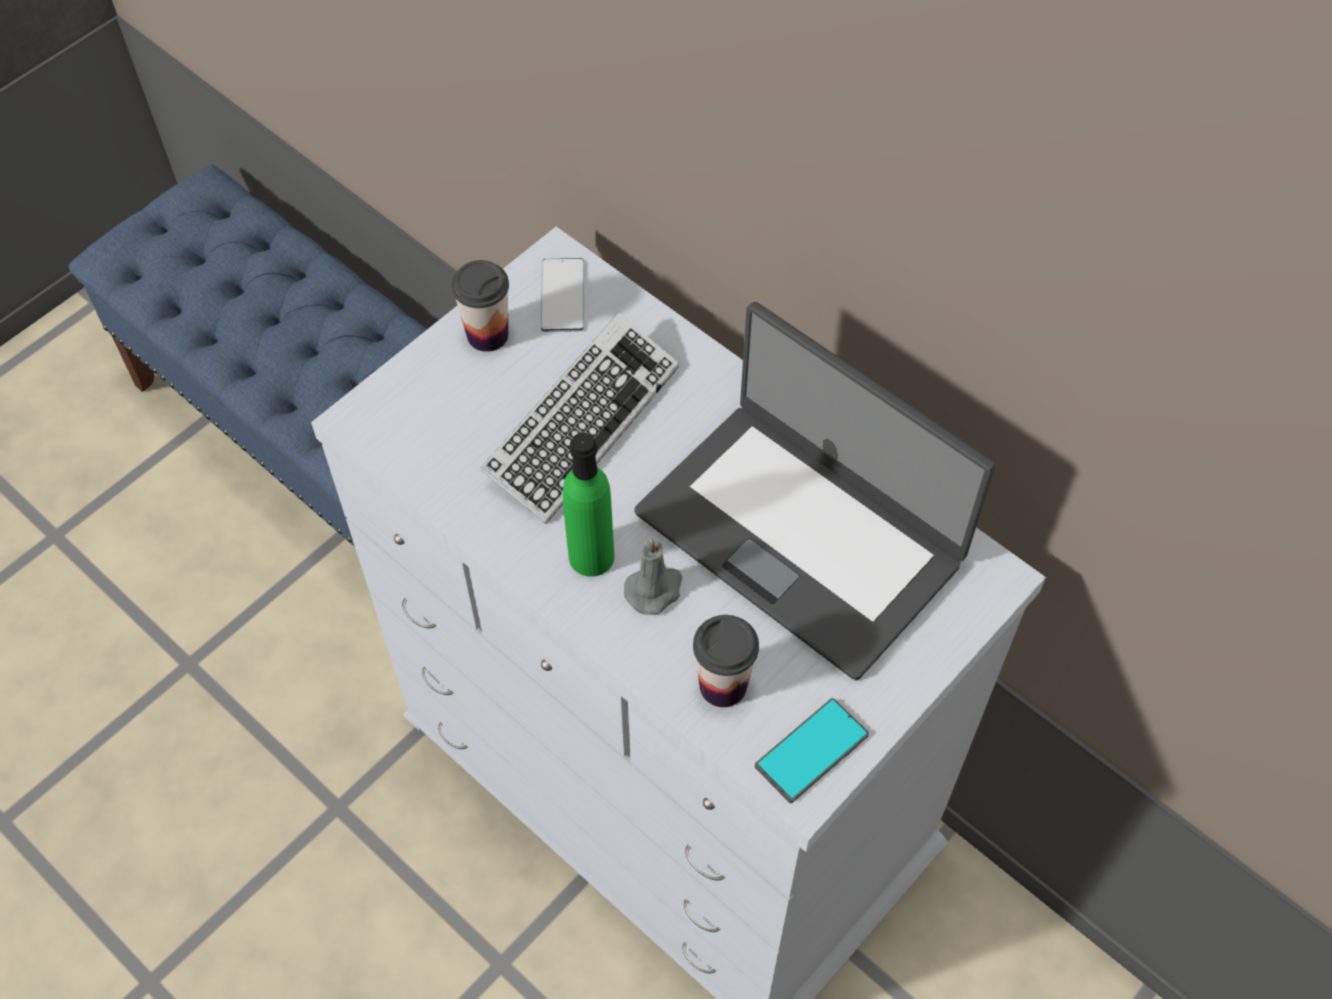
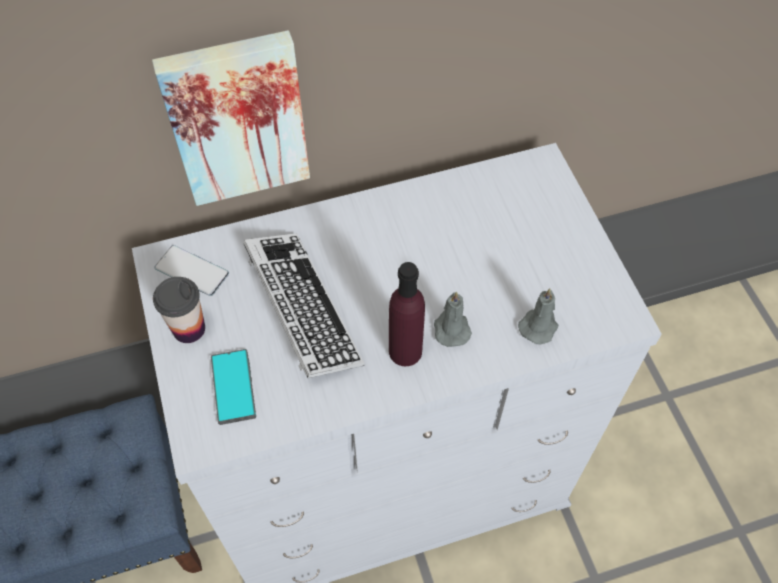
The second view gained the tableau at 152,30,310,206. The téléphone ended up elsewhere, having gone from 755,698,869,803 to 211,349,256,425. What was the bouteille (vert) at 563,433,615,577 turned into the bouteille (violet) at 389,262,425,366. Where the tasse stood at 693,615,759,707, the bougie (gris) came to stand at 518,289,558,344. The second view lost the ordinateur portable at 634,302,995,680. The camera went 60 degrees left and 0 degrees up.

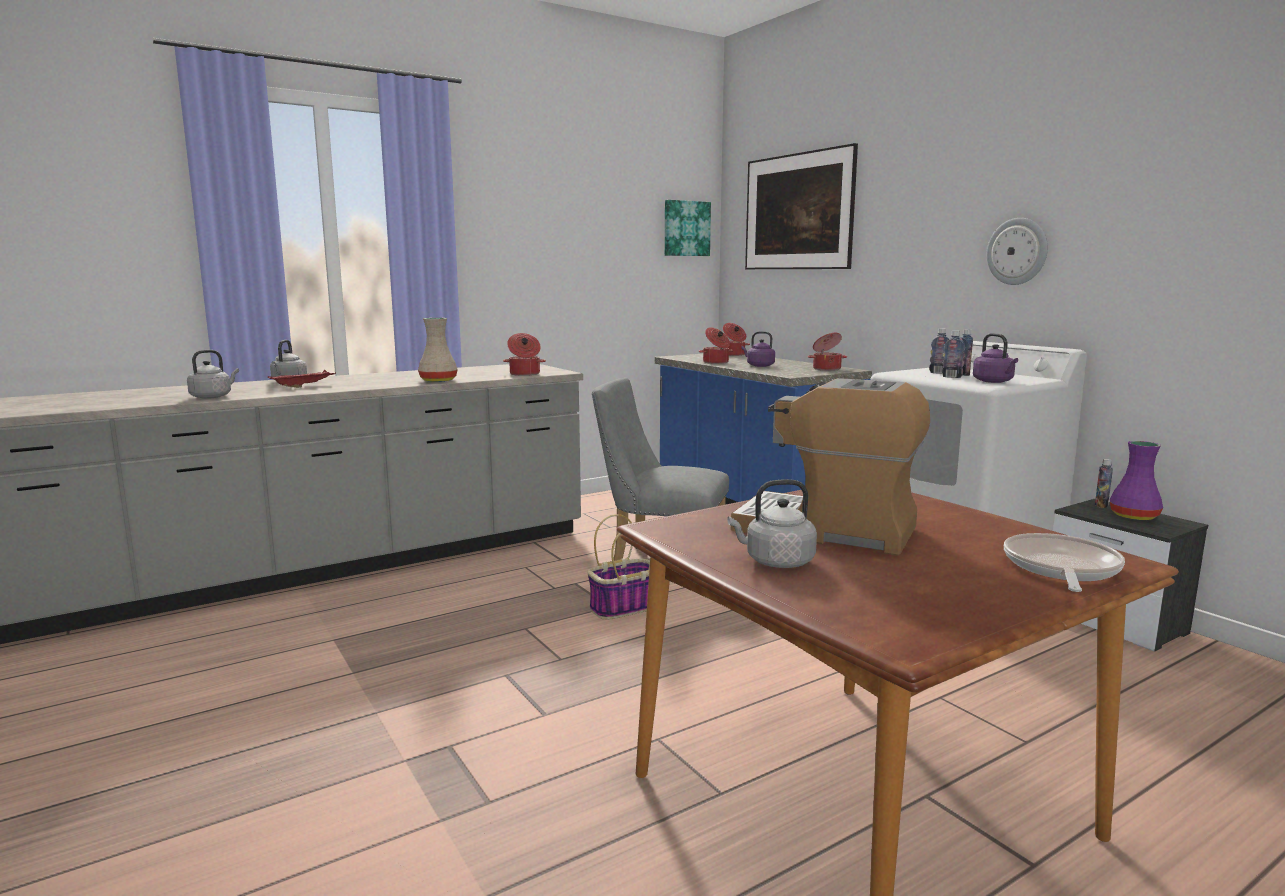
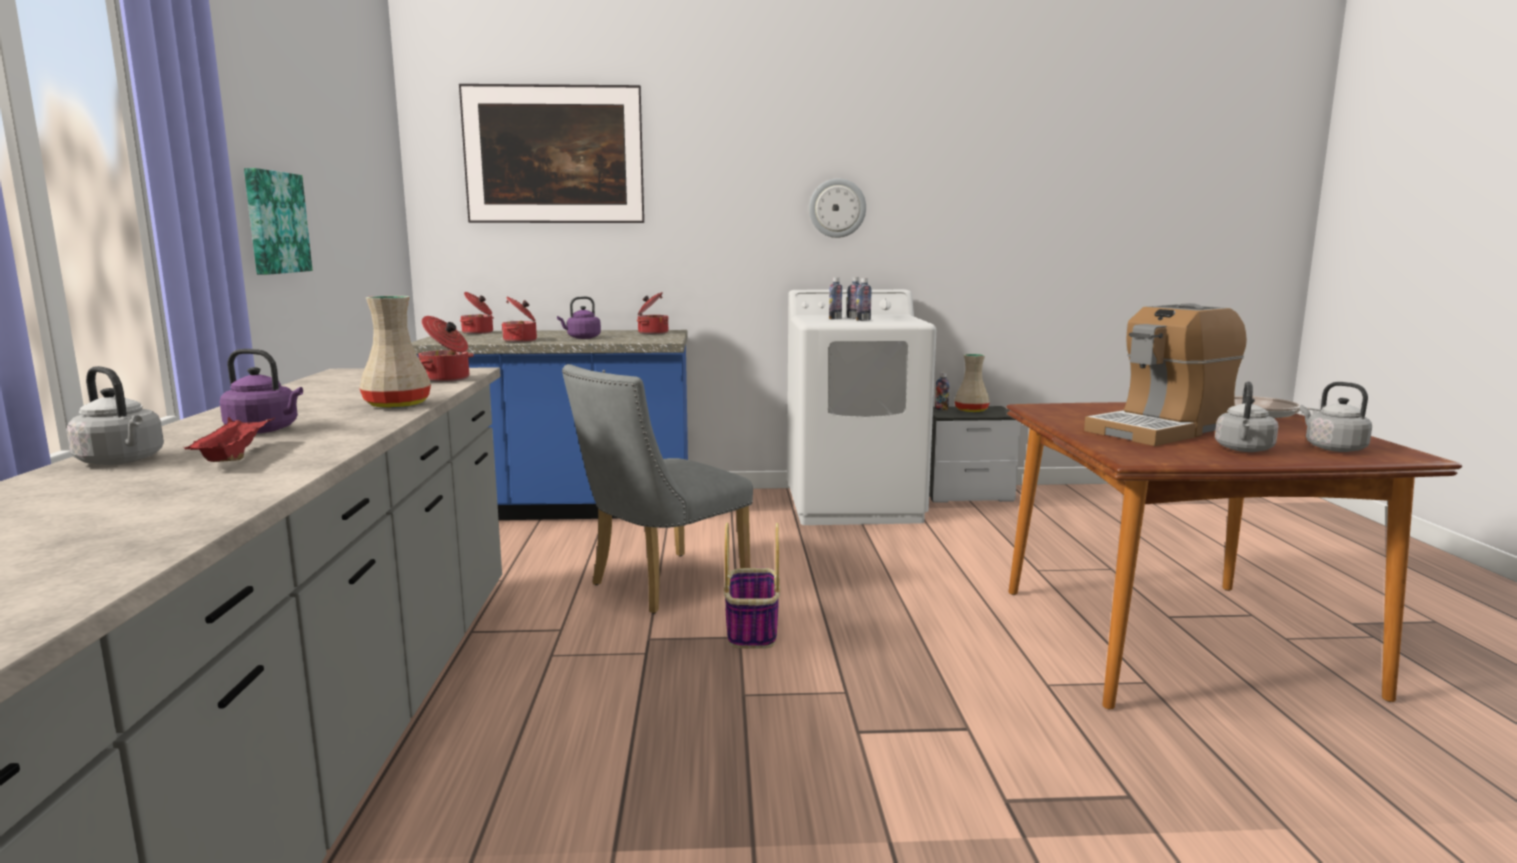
The bouilloire (violet) ended up elsewhere, having gone from 973,333,1018,383 to 220,349,303,433. The tableau ended up elsewhere, having gone from 665,200,711,256 to 244,168,313,275. What was the vase (violet) at 1109,441,1163,520 turned into the vase (beige) at 954,354,990,412. The bouilloire (gris) ended up elsewhere, having gone from 187,350,239,399 to 1299,382,1372,452. The camera went 60 degrees left and 0 degrees up.

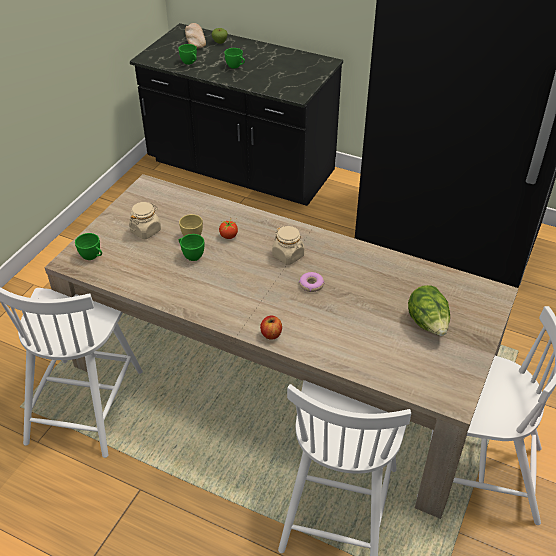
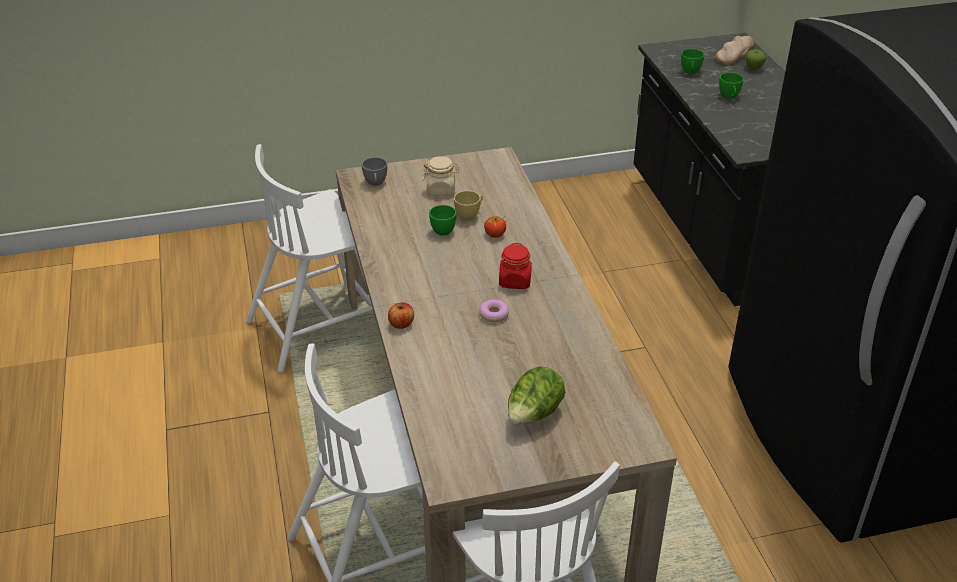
What was the tasse (vert) at 75,233,102,260 turned into the tasse (gris) at 362,157,387,186. What was the bocal (beige) at 272,226,304,265 turned into the bocal (rouge) at 499,243,532,289. The camera went 50 degrees right and 5 degrees down.

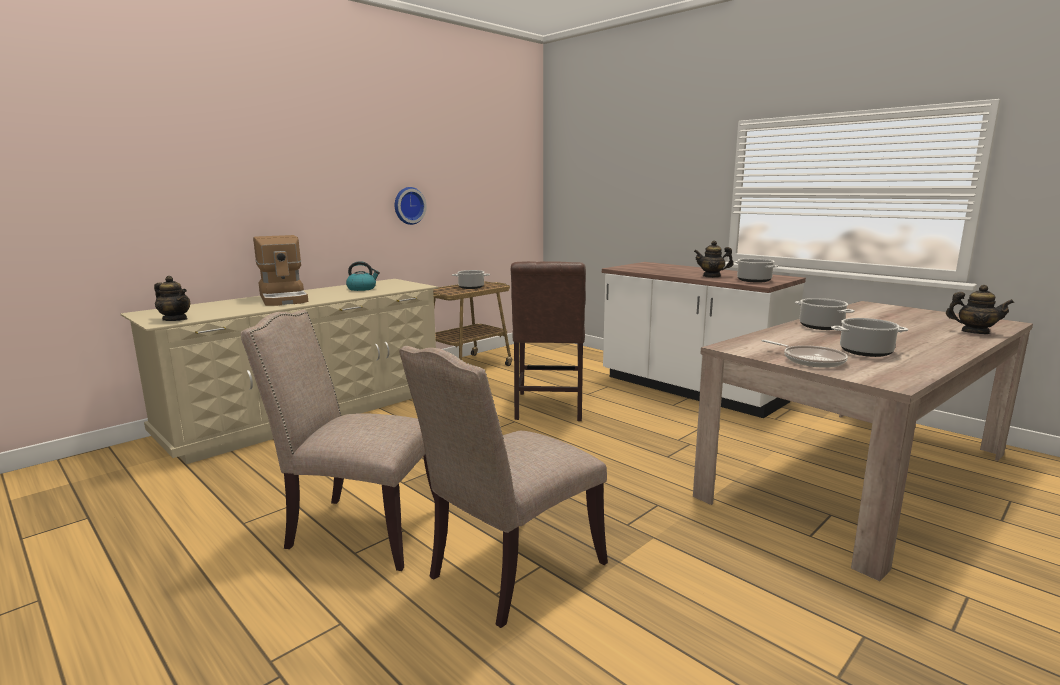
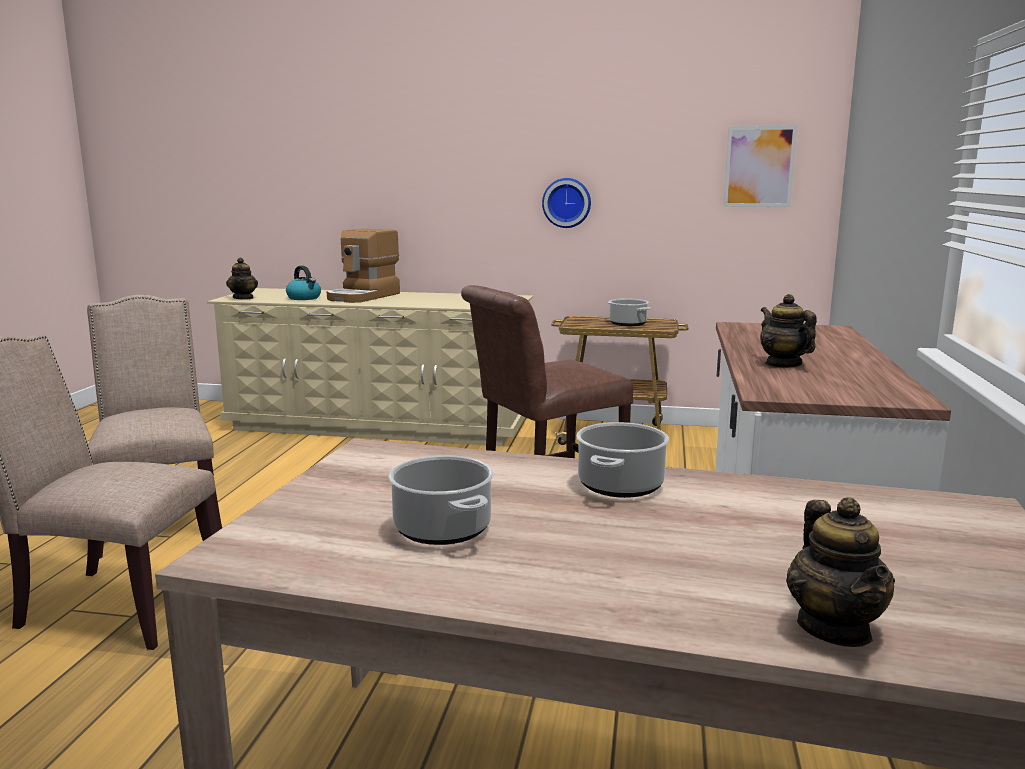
The bouilloire ended up elsewhere, having gone from 346,261,380,291 to 286,266,321,300. The second view gained the tableau at 723,126,797,207. The second view lost the marmite at 735,258,778,282. The second view lost the poêle at 762,340,848,368. The camera went 55 degrees right and 0 degrees up.

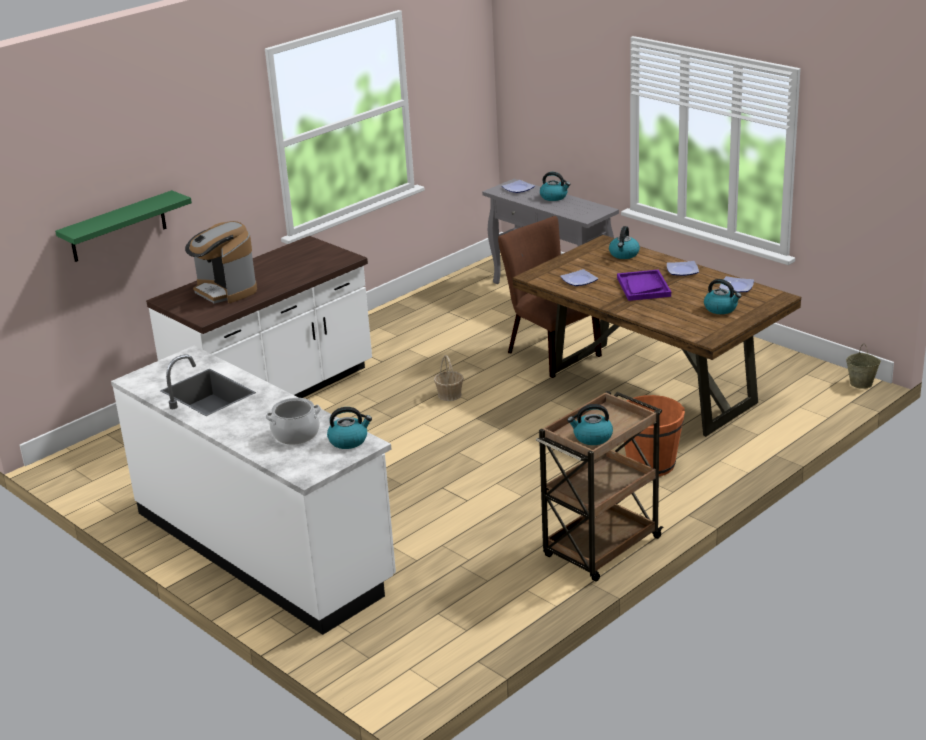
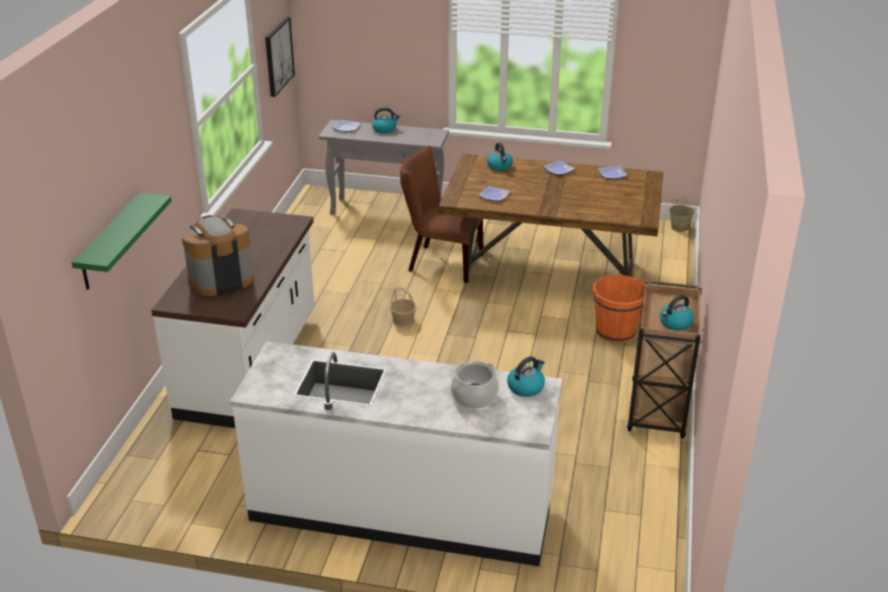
The machine à café at 185,221,257,304 ended up facing another way, 135 degrees clockwise from before. The second view gained the tableau at 265,17,295,97. The second view lost the plateau (violet) at 617,269,671,301. The second view lost the bouilloire at 704,279,742,314. The camera went 35 degrees left and 5 degrees up.

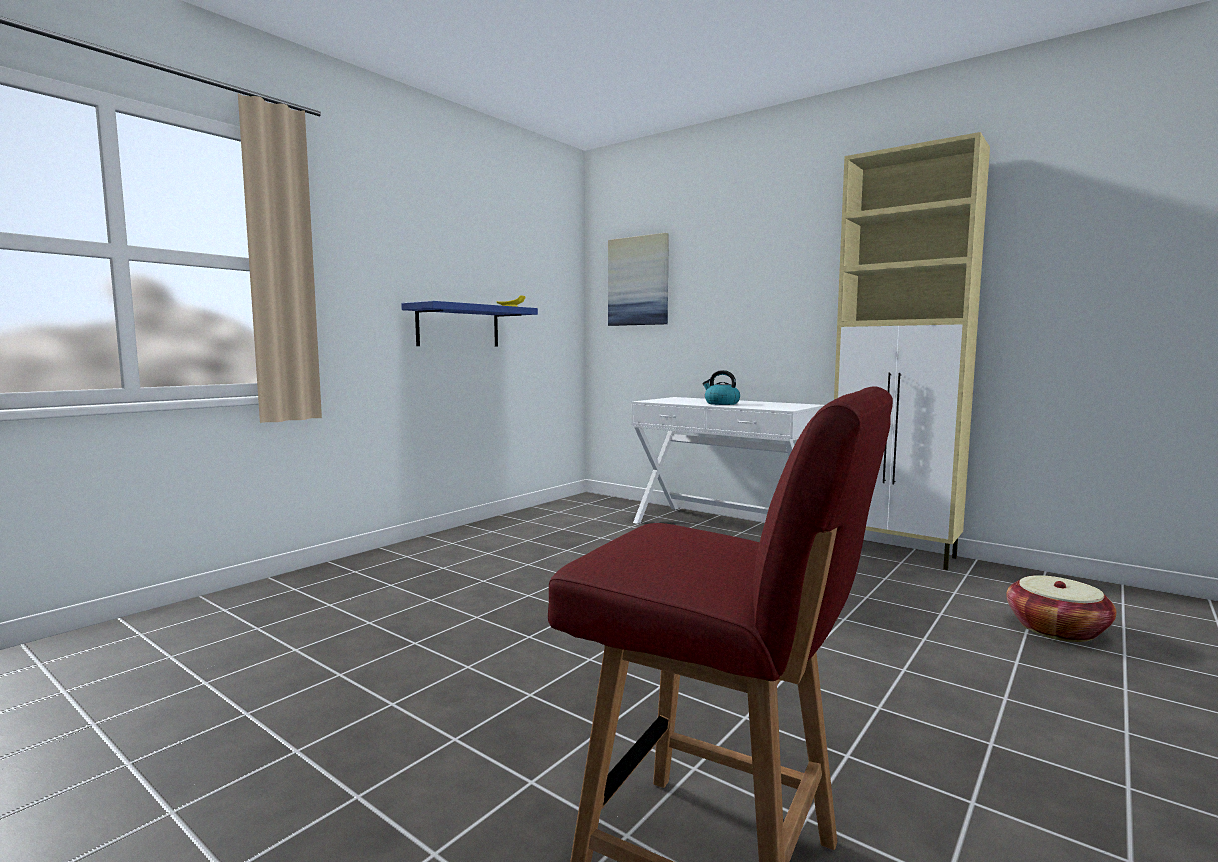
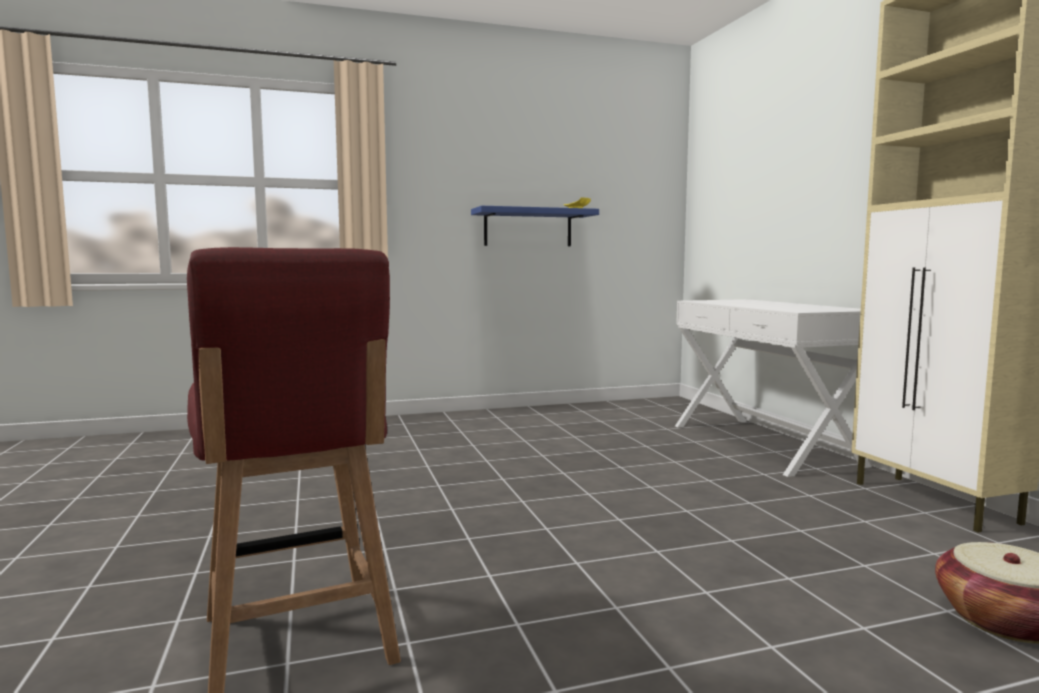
The second view lost the tableau at 608,233,669,326. The second view lost the bouilloire at 703,370,740,405. The camera went 35 degrees right and 0 degrees up.

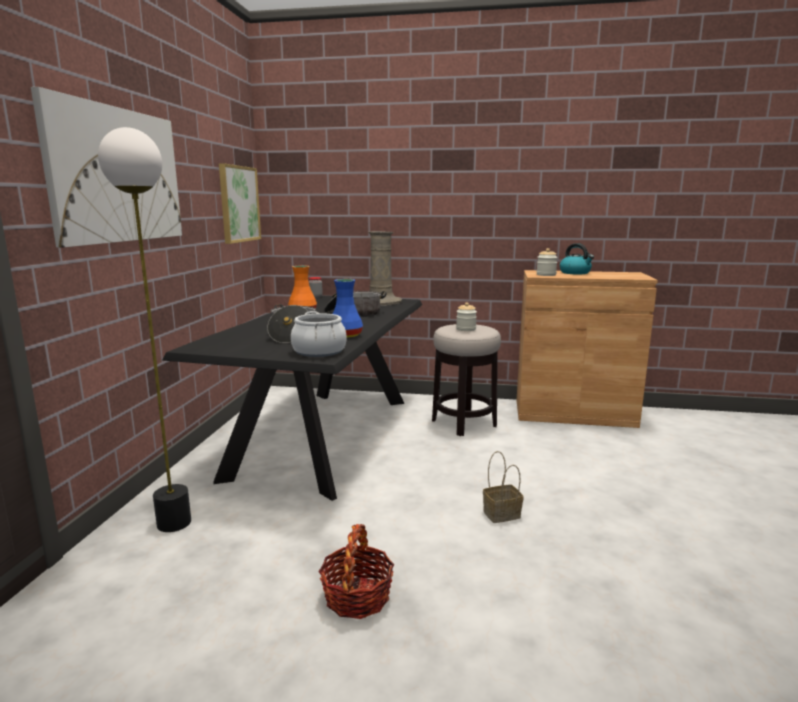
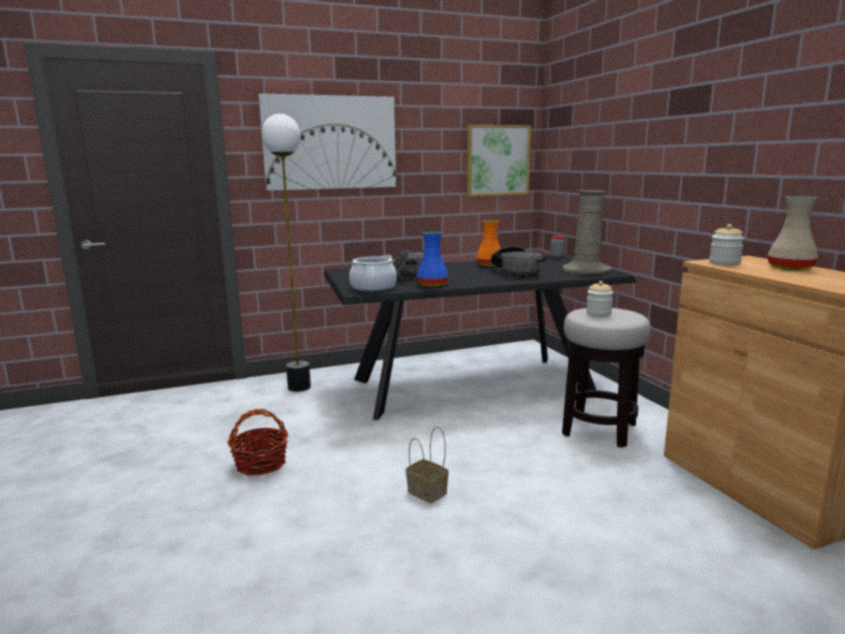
Where the bouilloire stood at 560,243,594,274, the vase (beige) came to stand at 767,196,818,271. The camera went 60 degrees right and 0 degrees up.

